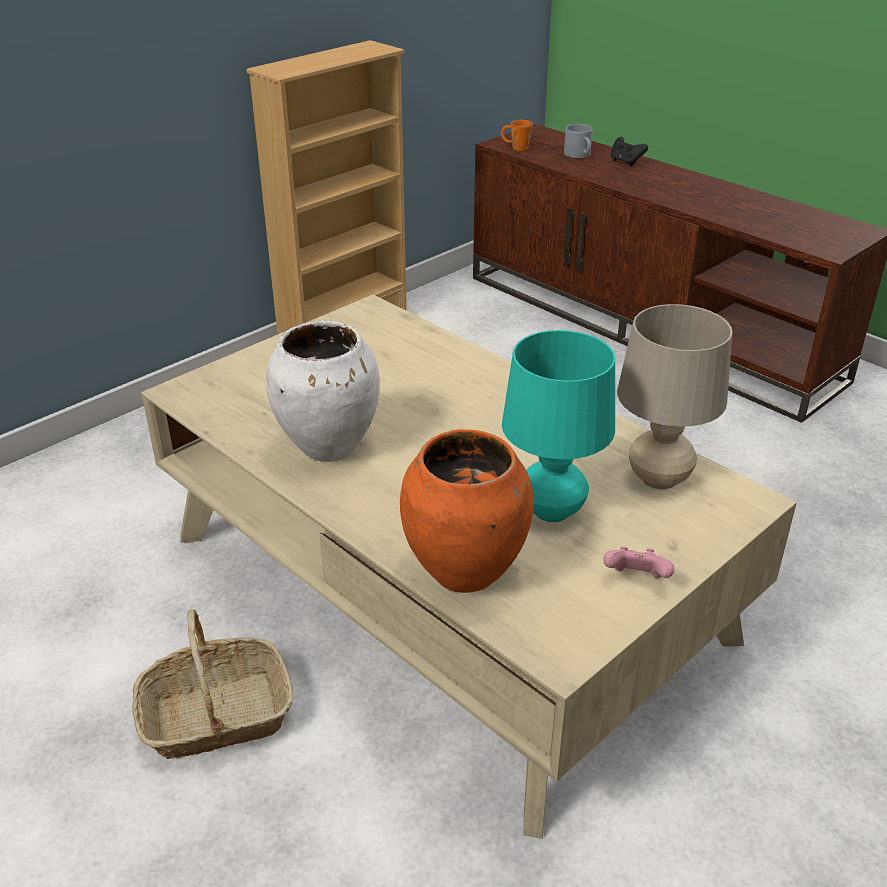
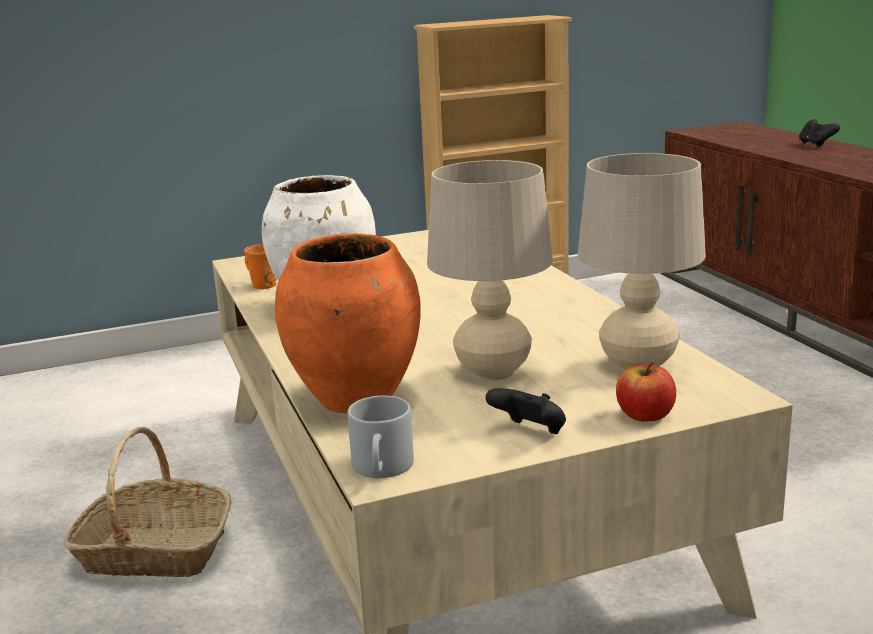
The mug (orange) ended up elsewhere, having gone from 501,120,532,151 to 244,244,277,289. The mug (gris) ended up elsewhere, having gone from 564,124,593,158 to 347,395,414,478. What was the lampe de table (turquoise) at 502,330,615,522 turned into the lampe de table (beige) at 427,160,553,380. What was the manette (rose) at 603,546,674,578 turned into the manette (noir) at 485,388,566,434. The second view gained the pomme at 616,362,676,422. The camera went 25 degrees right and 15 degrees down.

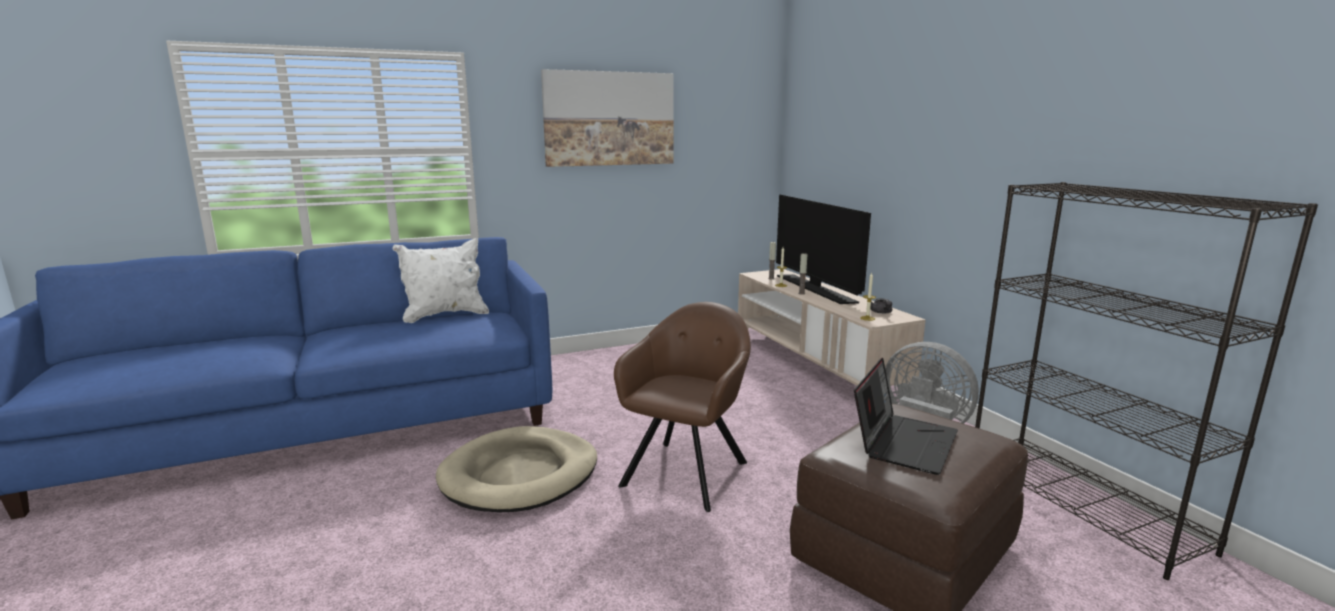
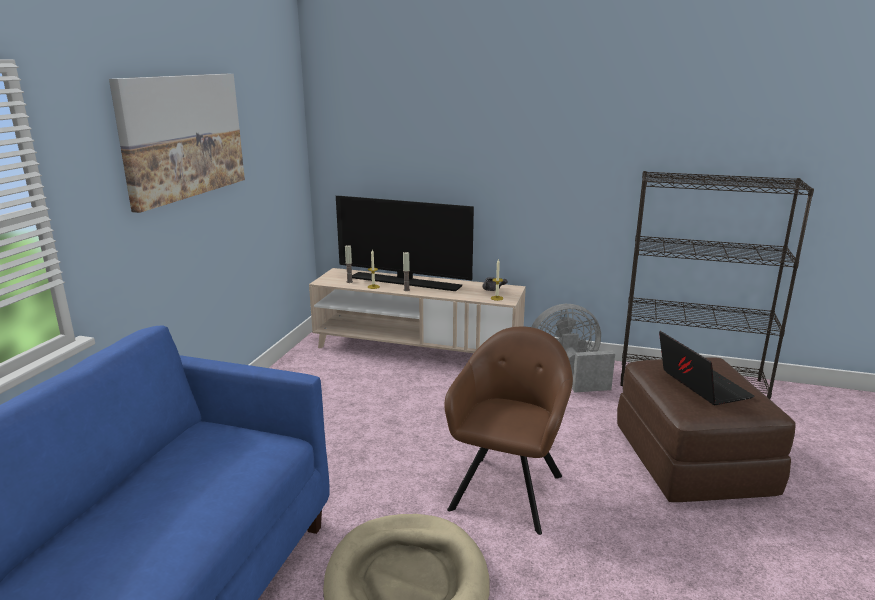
The fauteuil (marron) at 614,302,751,512 ended up facing another way, 45 degrees clockwise from before. The second view lost the coussin (blanc) at 393,238,489,323. The camera went 50 degrees left and 5 degrees up.

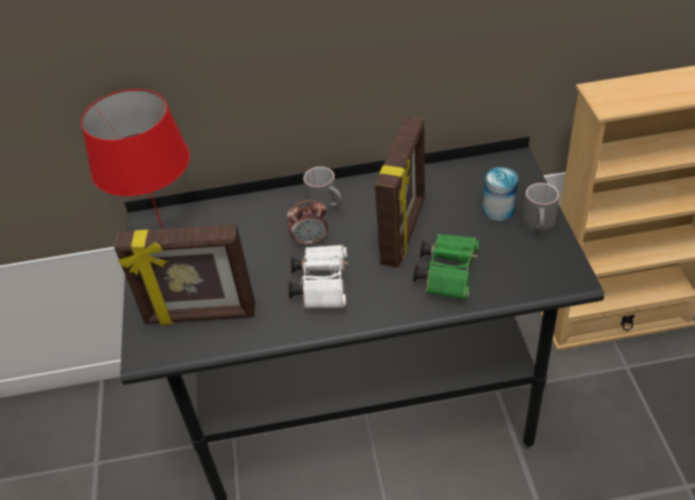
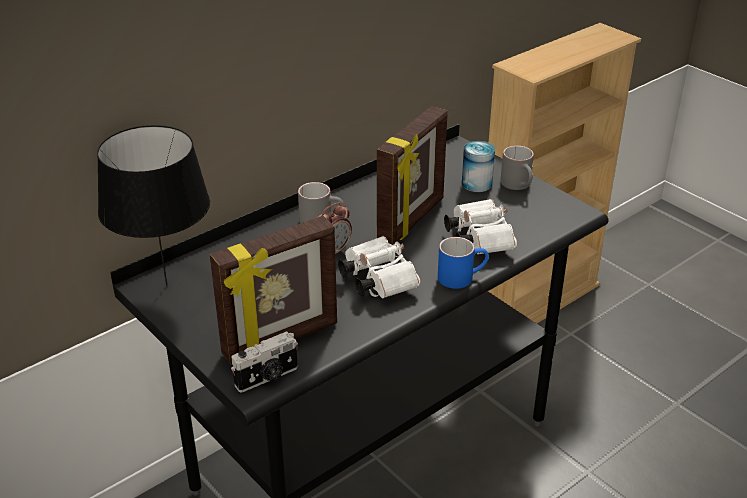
What was the lampe de table (rouge) at 81,89,190,228 turned into the lampe de table (noir) at 97,125,210,286. The second view gained the appareil photo at 231,332,298,392. The cadre photo at 375,116,425,267 ended up facing another way, 45 degrees clockwise from before. The second view gained the mug (bleu) at 438,237,489,289. What was the jumelles (vert) at 413,234,479,300 turned into the jumelles (blanc) at 444,199,517,255. The camera went 35 degrees left and 10 degrees down.

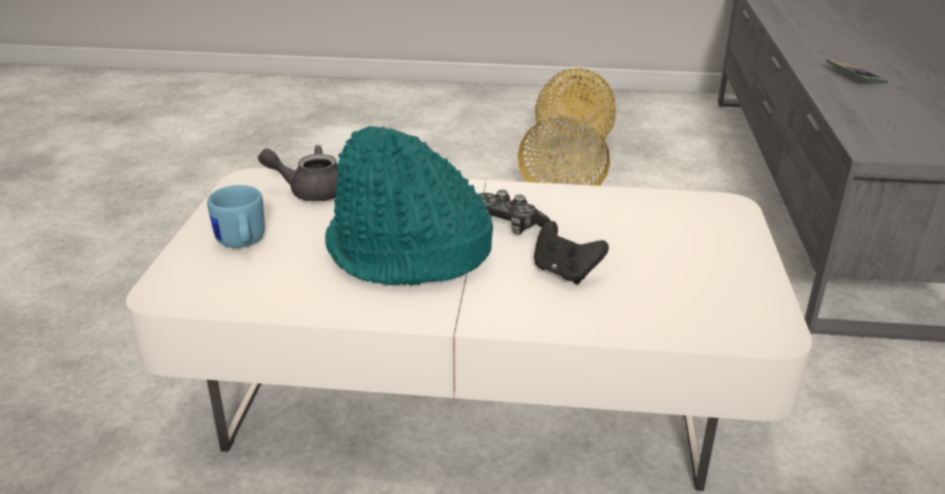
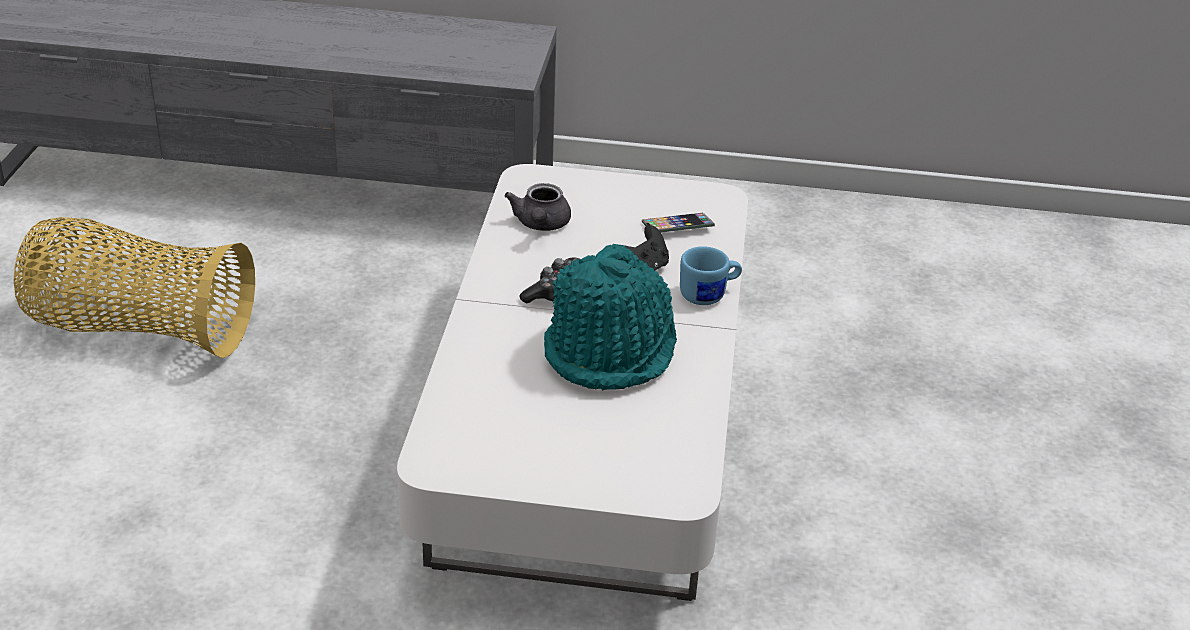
The théière (gris) ended up elsewhere, having gone from 258,145,339,201 to 504,183,571,231. The téléphone ended up elsewhere, having gone from 825,59,888,83 to 642,213,715,233. The mug (bleu) ended up elsewhere, having gone from 207,185,265,248 to 680,246,742,305. The camera went 90 degrees left and 5 degrees up.

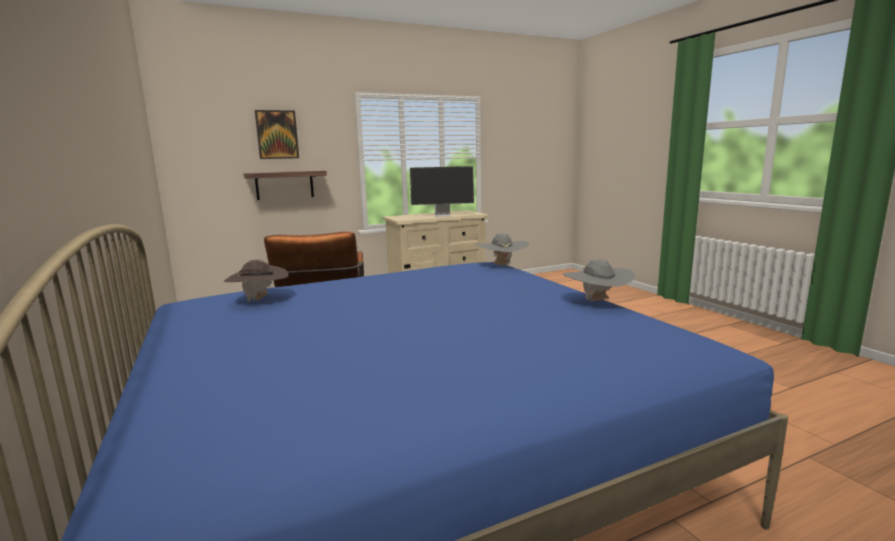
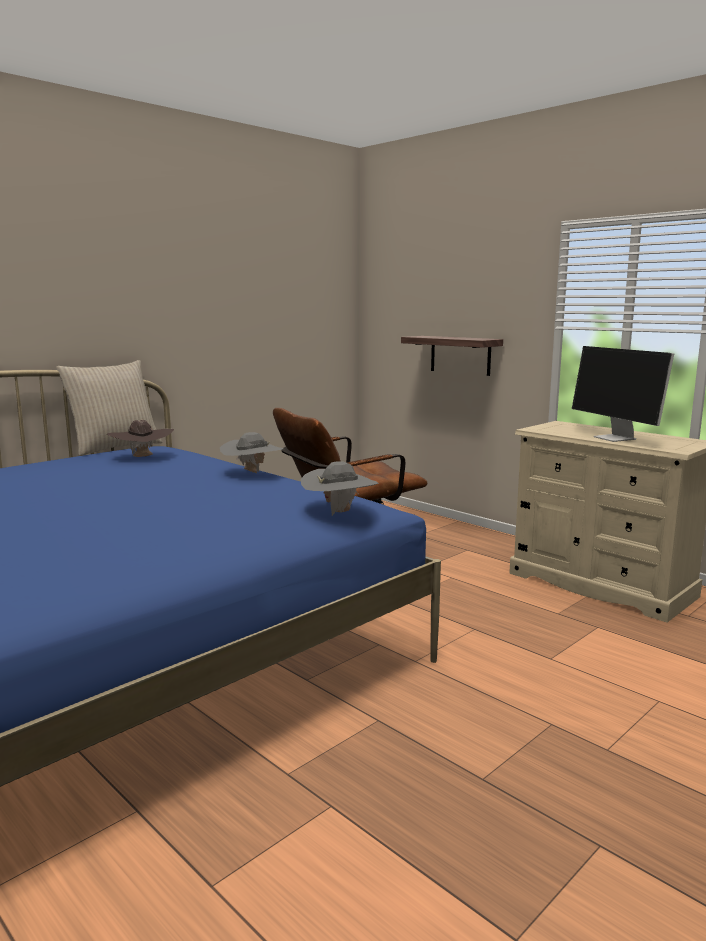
The second view gained the coussin (beige) at 56,360,162,456. The chapeau (gris) ended up elsewhere, having gone from 563,259,635,301 to 220,432,284,474. The second view lost the tableau at 255,110,299,159. The camera went 70 degrees right and 0 degrees up.

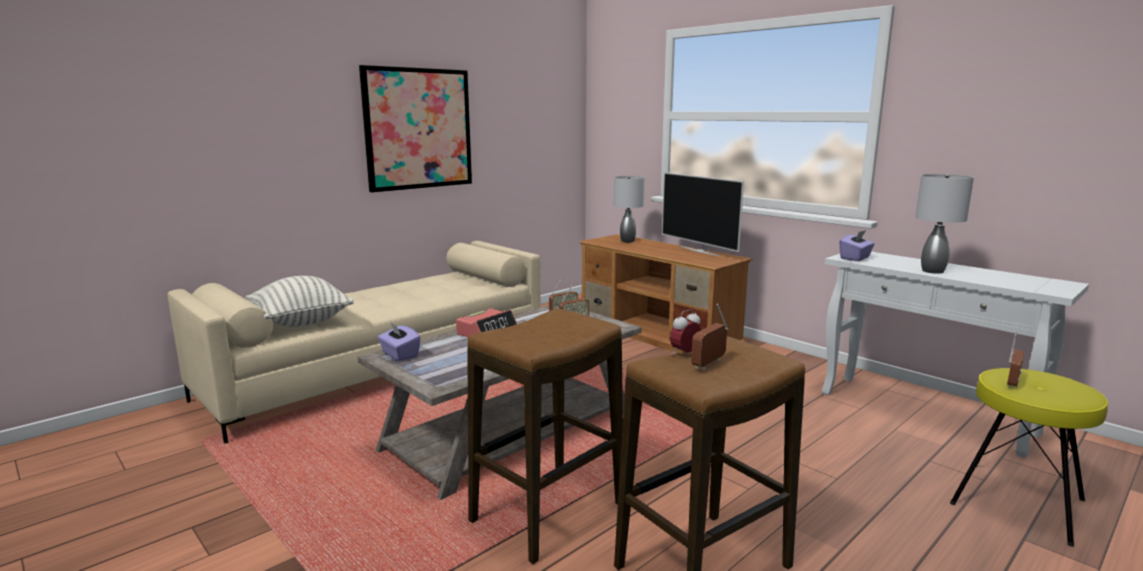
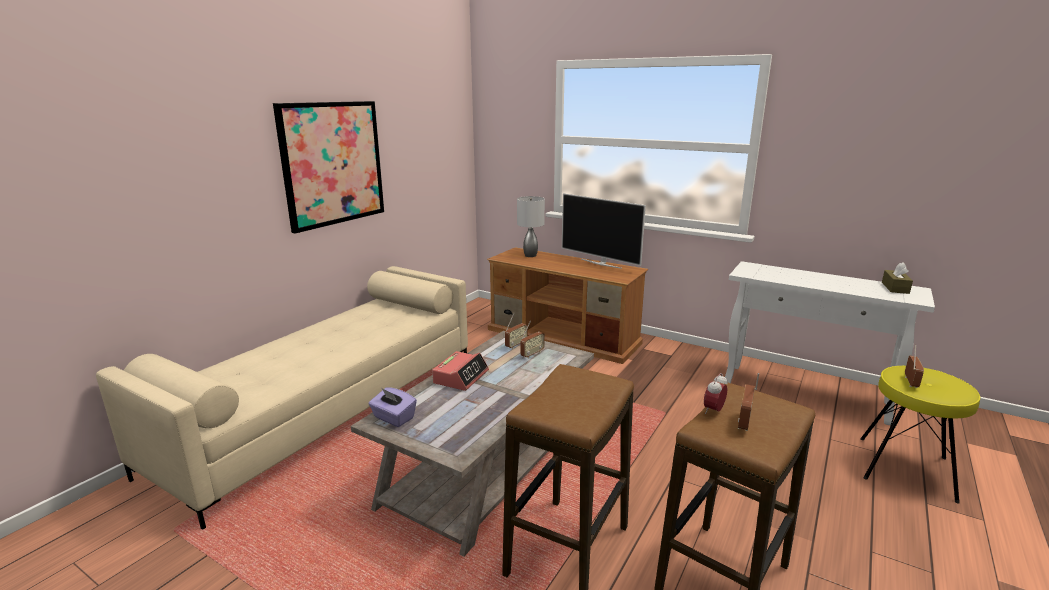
The second view gained the boîte à mouchoirs (marron) at 882,263,913,294. The second view lost the coussin at 245,276,354,327. The second view lost the boîte à mouchoirs (violet) at 839,230,875,261. The second view lost the lampe de table (gris) at 915,174,974,274. The camera went 15 degrees left and 5 degrees up.

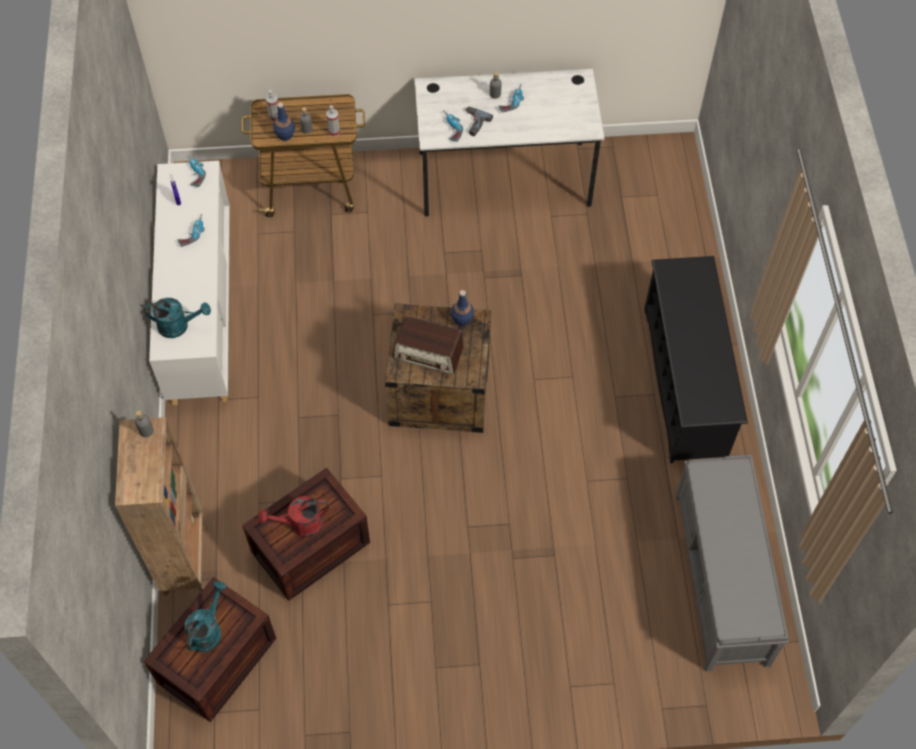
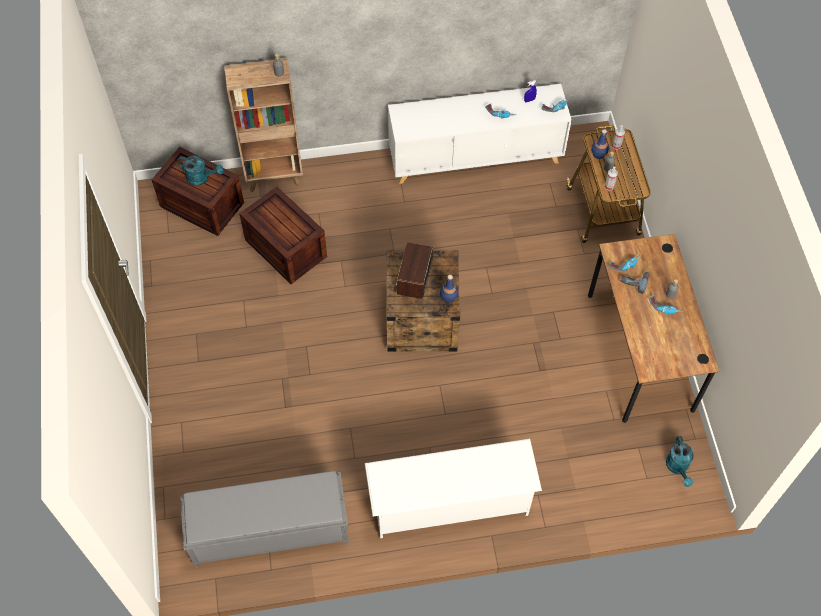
What was the étagère à chaussures (noir) at 644,256,748,463 turned into the étagère à chaussures (blanc) at 365,439,542,538. What was the bureau (blanc) at 414,69,605,217 turned into the bureau (marron) at 588,234,720,423. The arrosoir (turquoise) ended up elsewhere, having gone from 144,298,211,338 to 666,436,694,487. The second view lost the arrosoir (rouge) at 258,496,329,537. The camera went 85 degrees right and 0 degrees up.

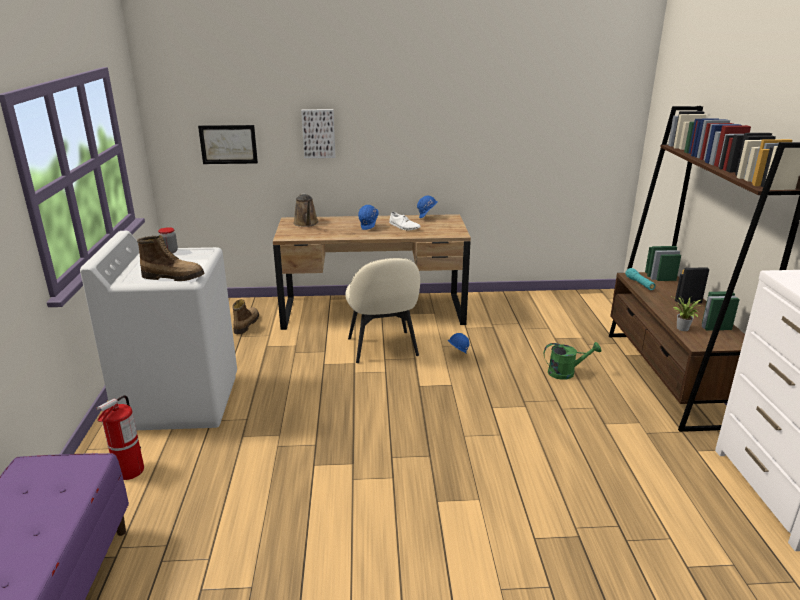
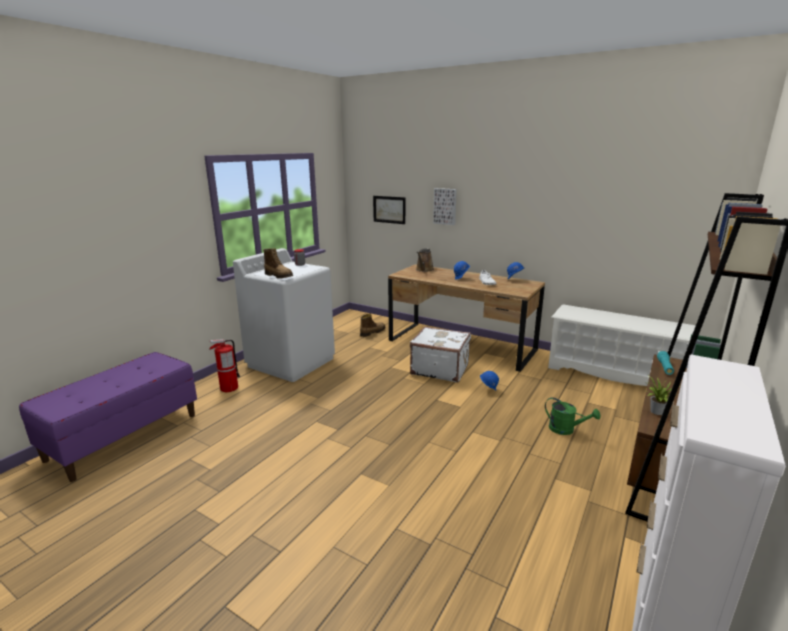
Where the chaise (beige) stood at 345,258,420,363, the valise (blanc) came to stand at 410,326,471,382. The second view gained the étagère à chaussures (blanc) at 548,304,696,386. The camera went 35 degrees right and 5 degrees down.

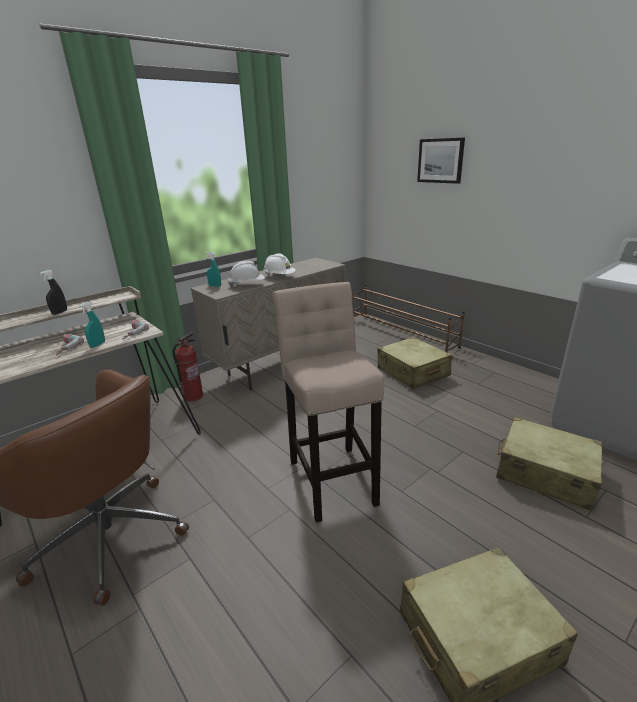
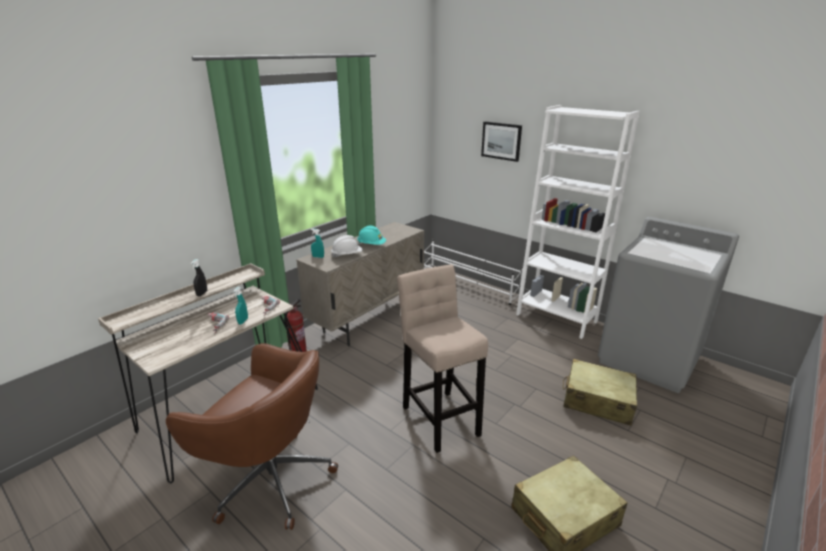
What was the casque de chantier (blanc) at 263,253,296,275 turned into the casque de chantier (turquoise) at 357,225,386,245. What was the étagère à chaussures (marron) at 352,285,465,352 turned into the étagère à chaussures (blanc) at 424,239,523,305. The second view gained the bibliothèque (blanc) at 516,105,640,339. The second view lost the valise (beige) at 378,337,452,389. The camera went 10 degrees left and 0 degrees up.

